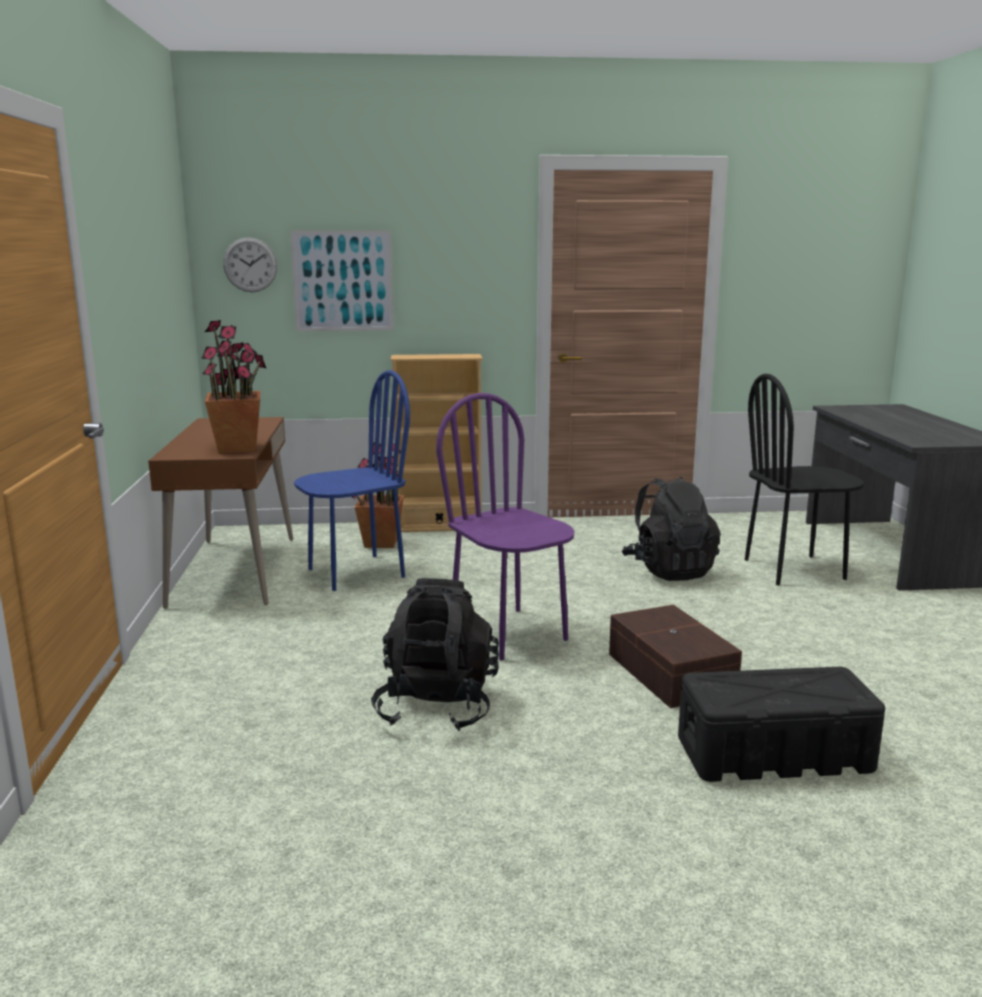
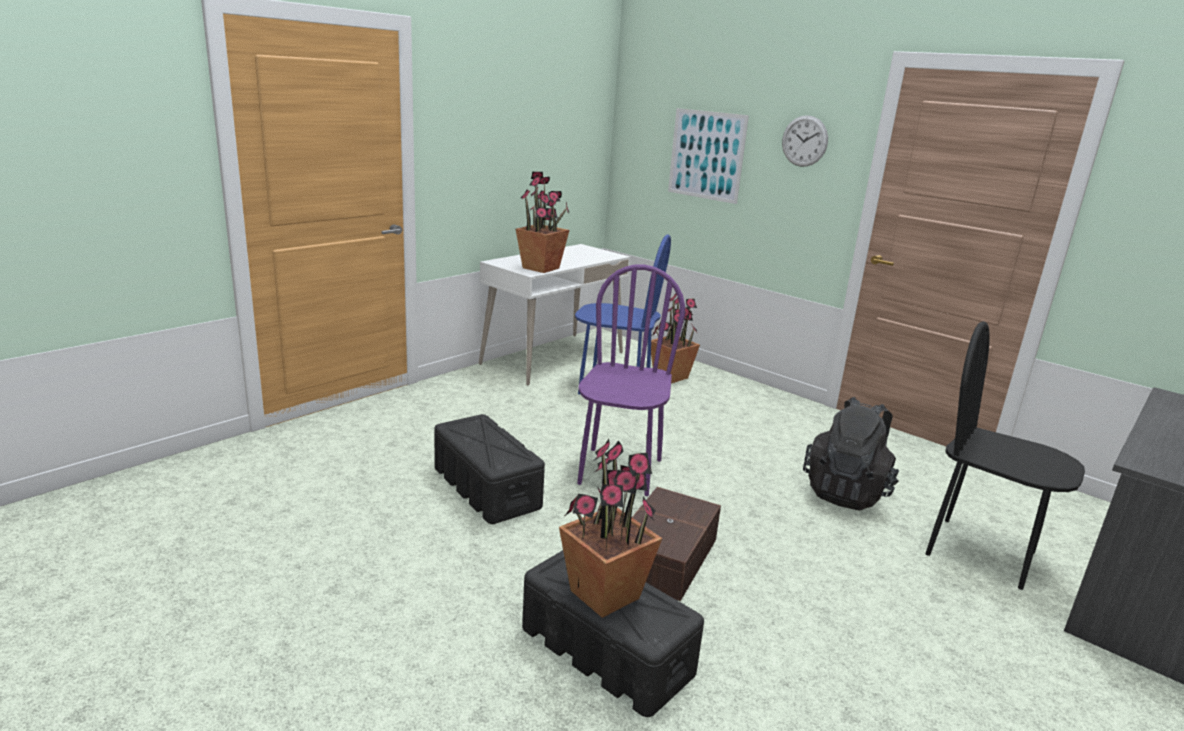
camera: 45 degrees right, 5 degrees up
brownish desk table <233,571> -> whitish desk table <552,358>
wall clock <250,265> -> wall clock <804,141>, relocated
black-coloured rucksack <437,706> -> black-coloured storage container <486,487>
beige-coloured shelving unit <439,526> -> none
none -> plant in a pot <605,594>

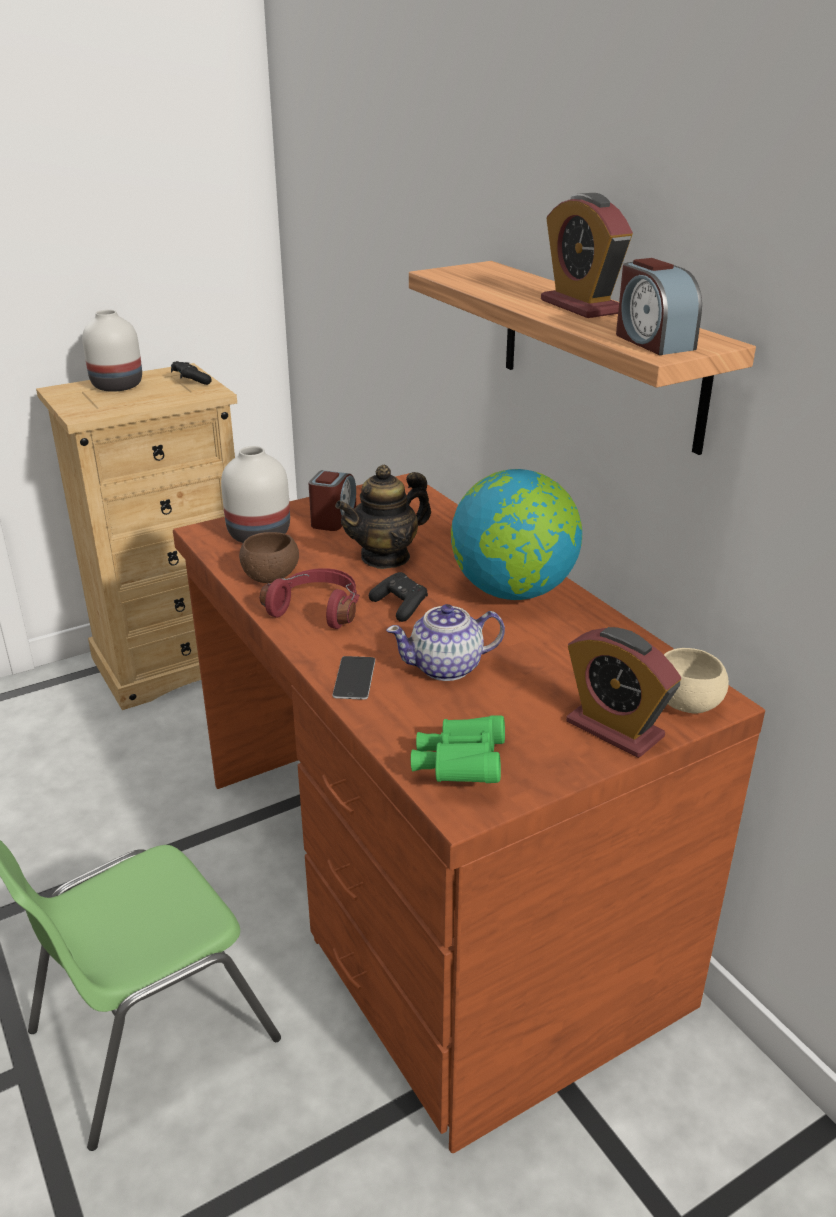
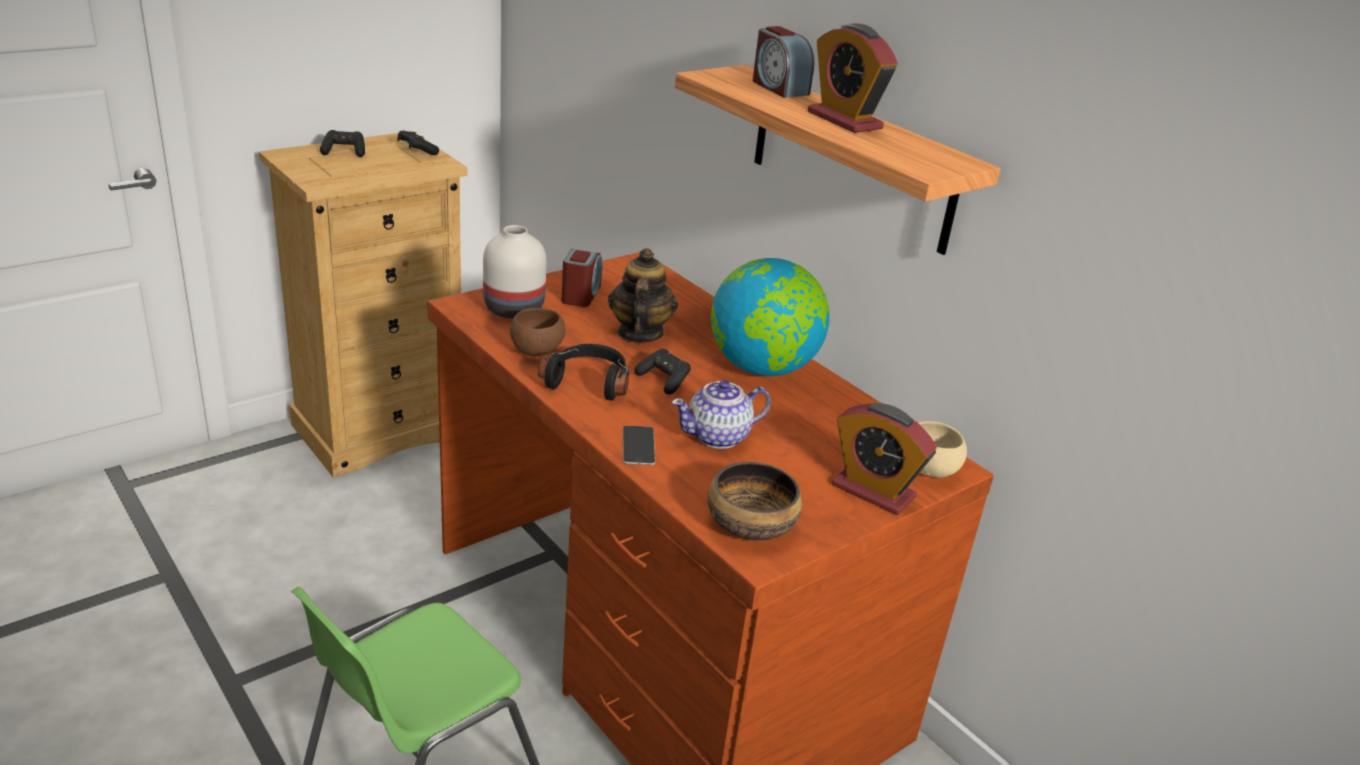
camera: 10 degrees left, 0 degrees up
whitish vase <118,385> -> black-coloured joypad <344,152>
reddish headset <318,609> -> black-coloured headset <589,381>
teapot <385,557> -> teapot <639,333>, 135 degrees clockwise
greenish pair of binoculars <460,767> -> deep dish <749,523>
bedside clock <652,341> -> bedside clock <778,87>, relocated

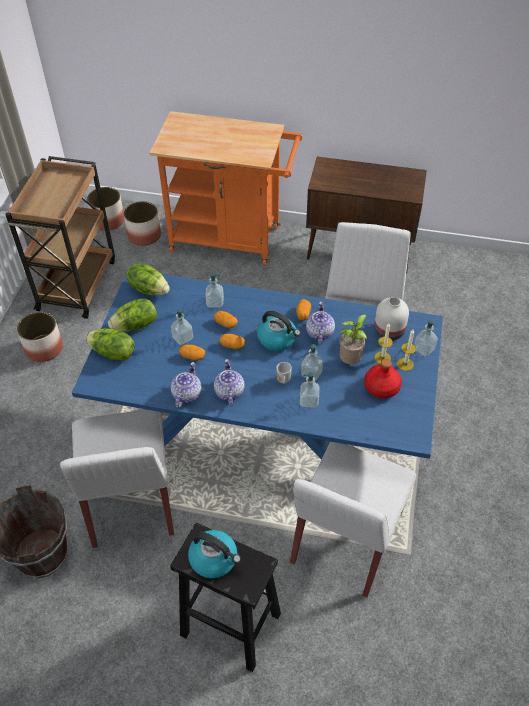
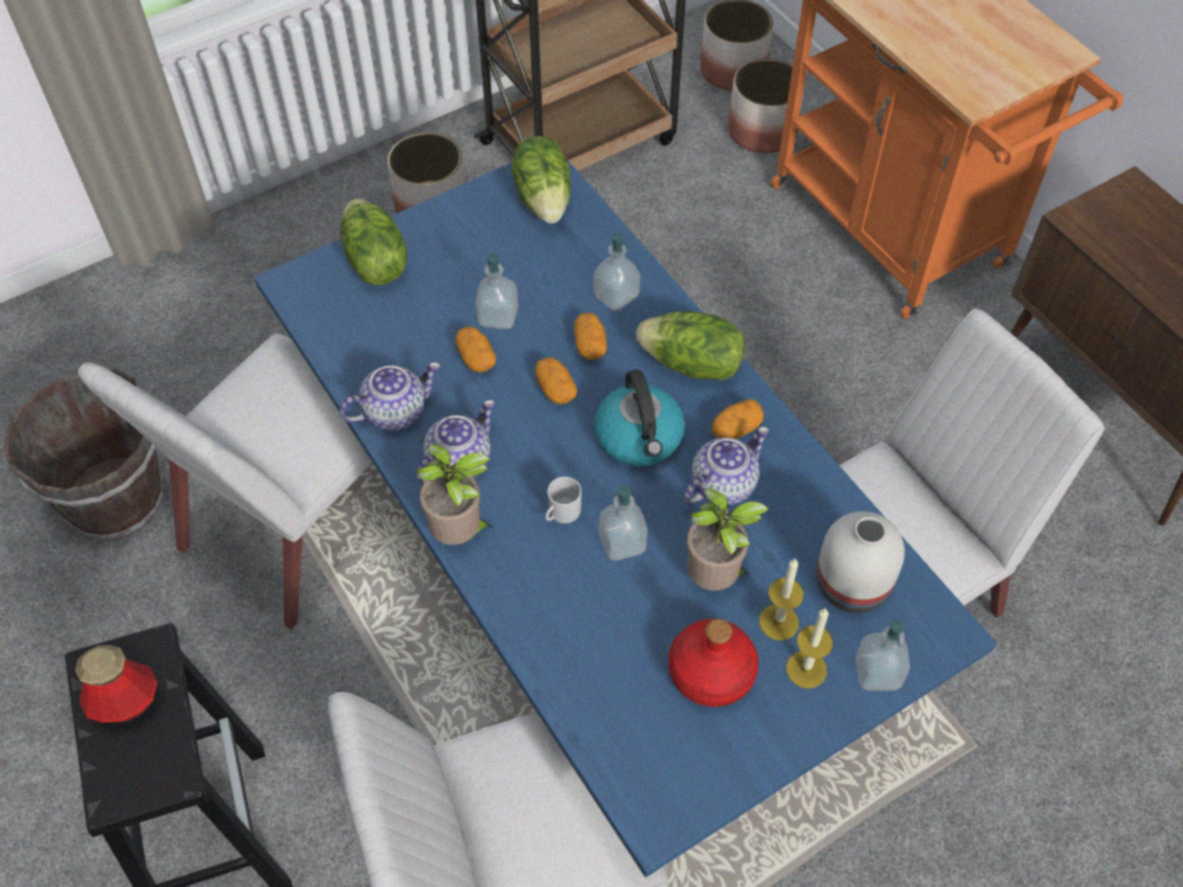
camera: 45 degrees right, 5 degrees up
head of lettuce <136,325> -> head of lettuce <691,365>, relocated
kettle <214,559> -> drink bottle <126,703>
liquid soap bottle <309,401> -> none
none -> plant in a pot <460,534>

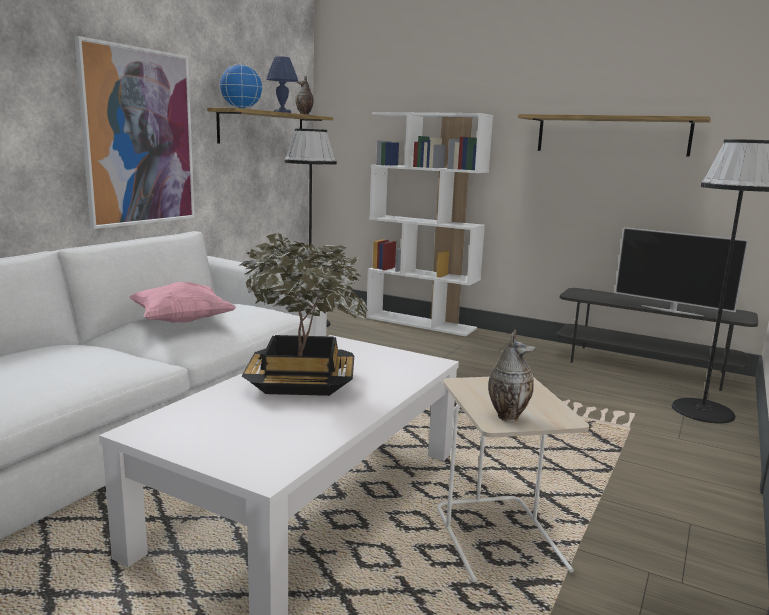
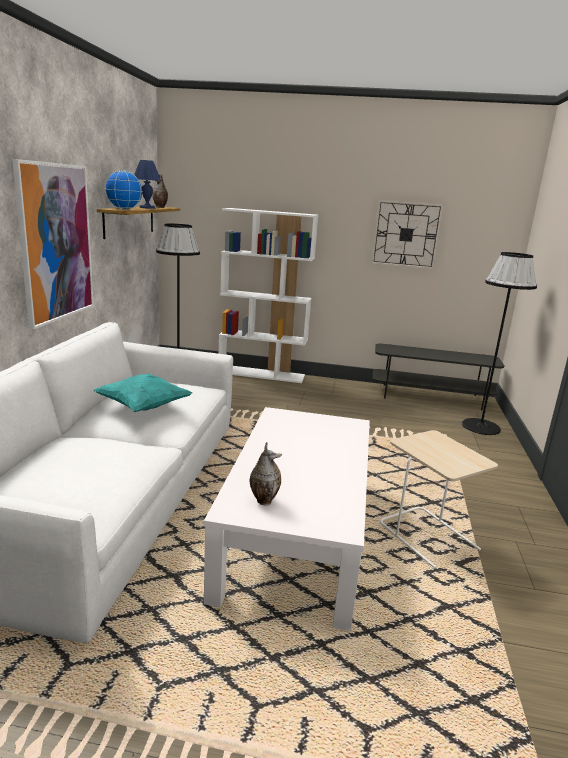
camera: 20 degrees left, 5 degrees up
pinkish cushion <182,321> -> turquoise-coloured cushion <143,407>
plant in a pot <300,383> -> none
vase <507,416> -> vase <263,500>, relocated
wall shelf <612,135> -> wall clock <406,234>
TV set <671,310> -> none

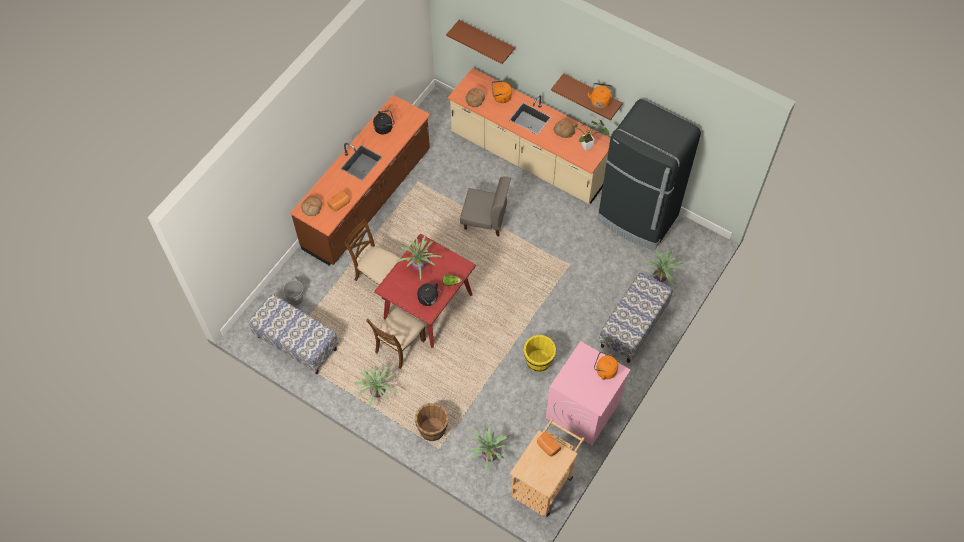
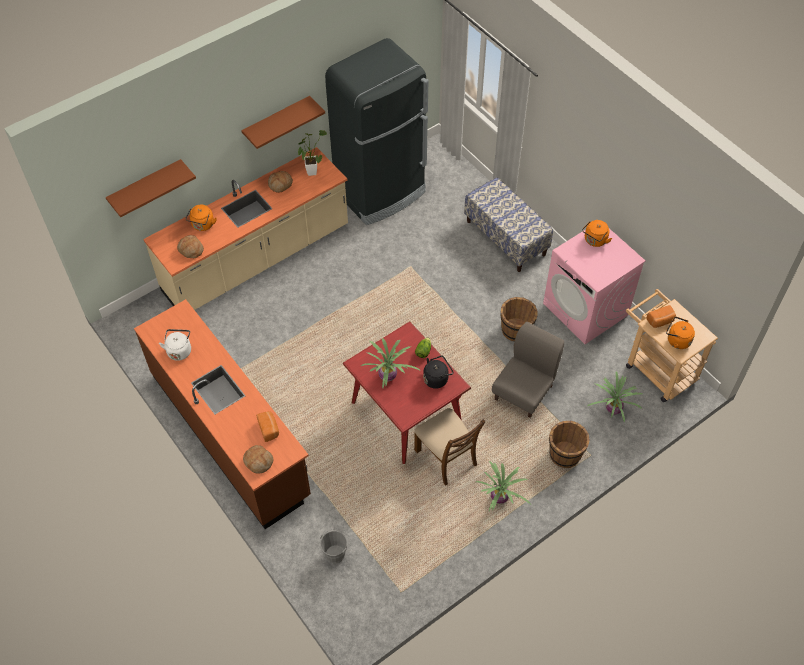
camera: 70 degrees left, 5 degrees down
bench <296,343> -> none
brownish chair <378,278> -> none
black-coloured kettle <384,127> -> whitish kettle <179,350>
greyish chair <485,220> -> greyish chair <524,392>, relocated
yellowish pail <538,361> -> brownish pail <516,330>
orangey kettle <600,101> -> orangey kettle <677,340>, relocated
plant in a pot <660,278> -> none

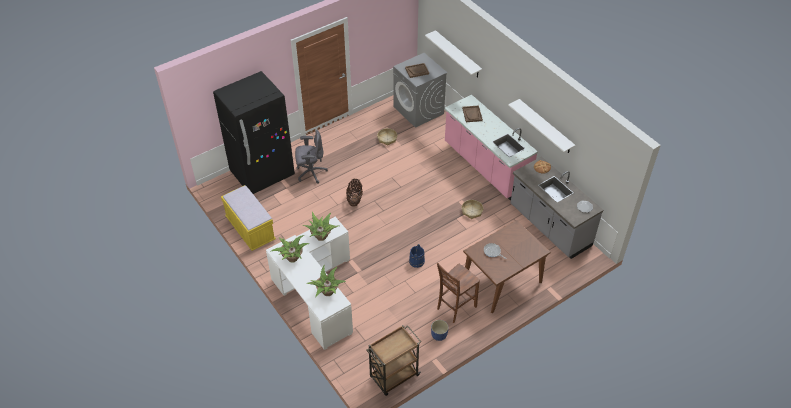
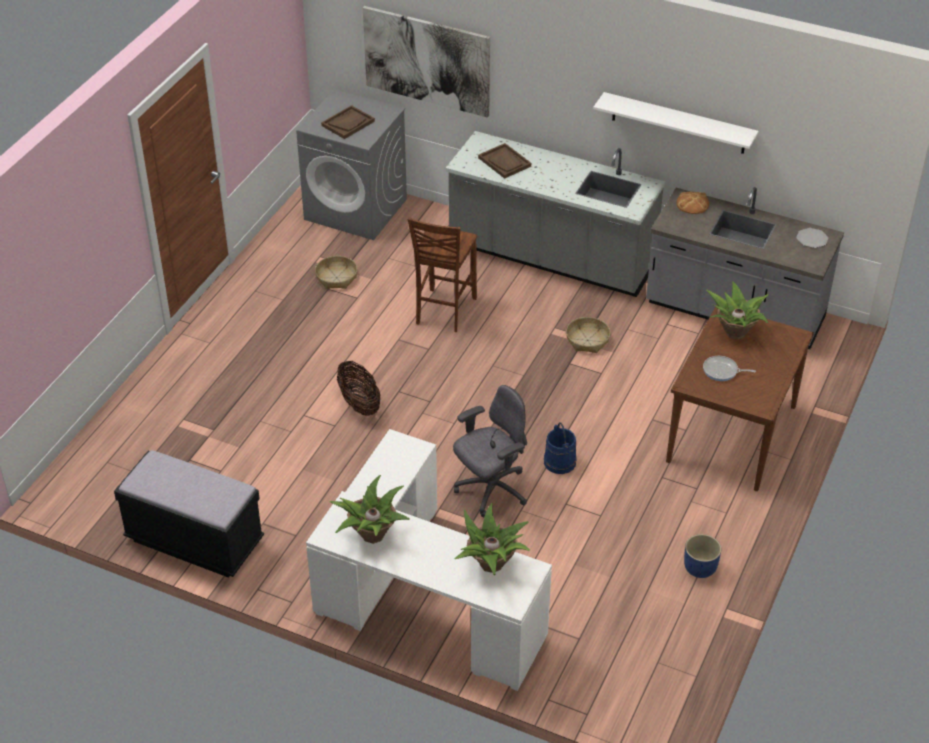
camera: 30 degrees left, 5 degrees down
black-coloured refrigerator <262,174> -> none
yellowish bench <250,229> -> black-coloured bench <194,541>
greyish office chair <310,173> -> greyish office chair <491,490>, relocated
plant in a pot <321,236> -> plant in a pot <735,332>, relocated
brownish cart <393,377> -> none
whitish wall shelf <458,54> -> wall art <427,60>
brownish chair <455,307> -> brownish chair <444,311>, relocated
pinkish kitchen base unit <485,166> -> greyish kitchen base unit <550,259>

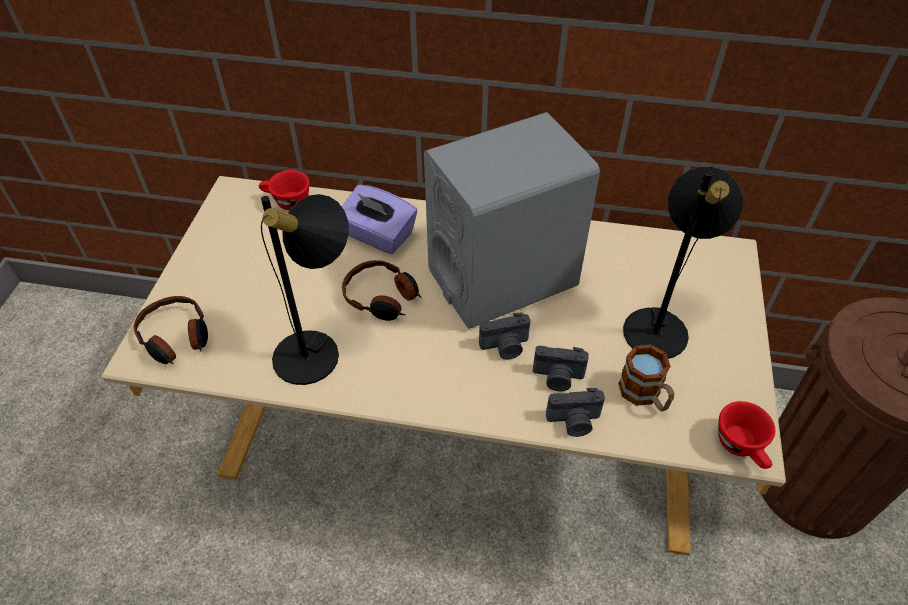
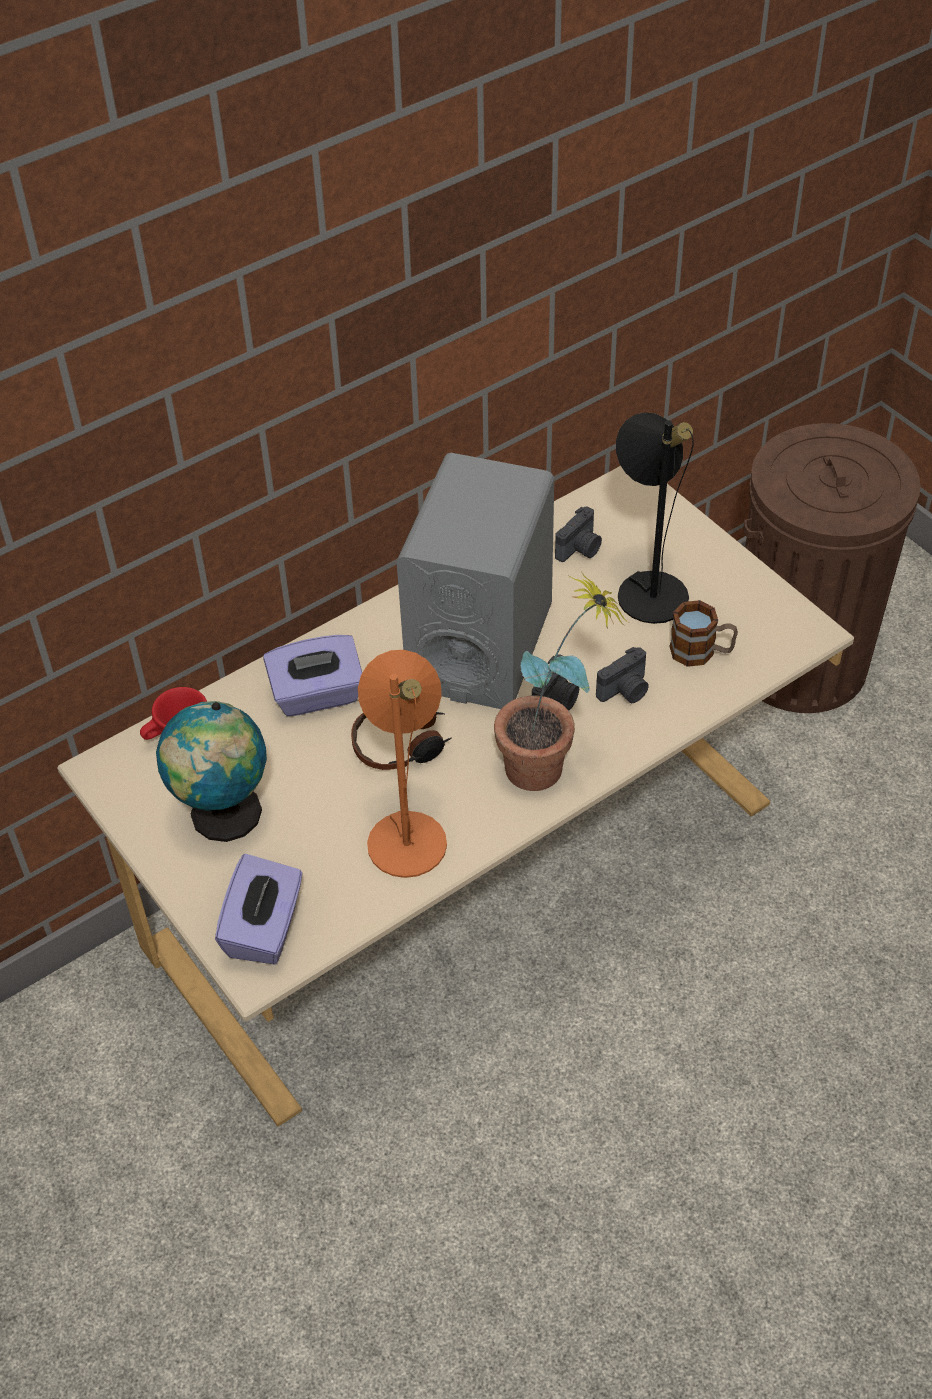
camera: 45 degrees left, 0 degrees up
headset <176,337> -> purple-coloured box of tissues <265,929>
black-coloured lamp for a table <317,350> -> orangey lamp for a table <408,831>
photo camera <574,422> -> photo camera <580,549>, relocated
reddish drinking cup <742,448> -> none
none -> world globe <224,817>
none -> plant in a pot <552,764>

